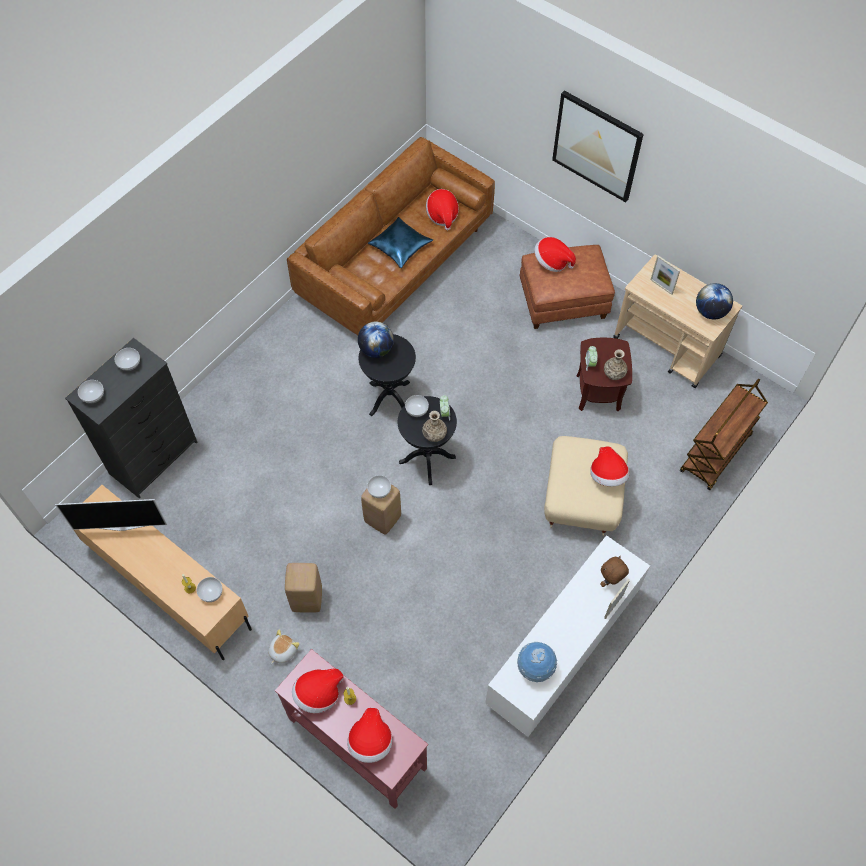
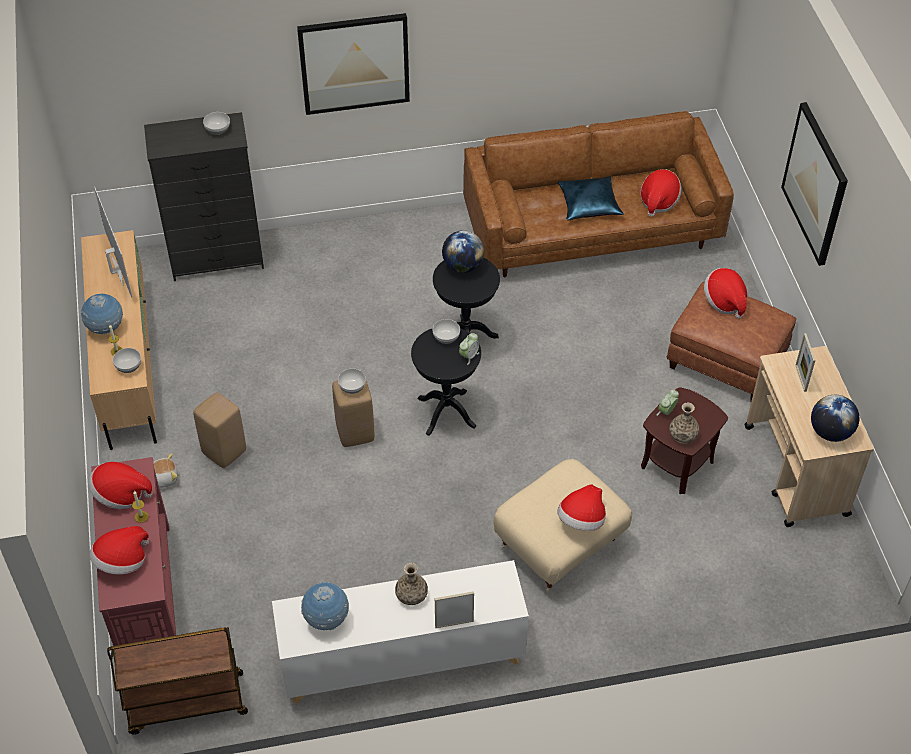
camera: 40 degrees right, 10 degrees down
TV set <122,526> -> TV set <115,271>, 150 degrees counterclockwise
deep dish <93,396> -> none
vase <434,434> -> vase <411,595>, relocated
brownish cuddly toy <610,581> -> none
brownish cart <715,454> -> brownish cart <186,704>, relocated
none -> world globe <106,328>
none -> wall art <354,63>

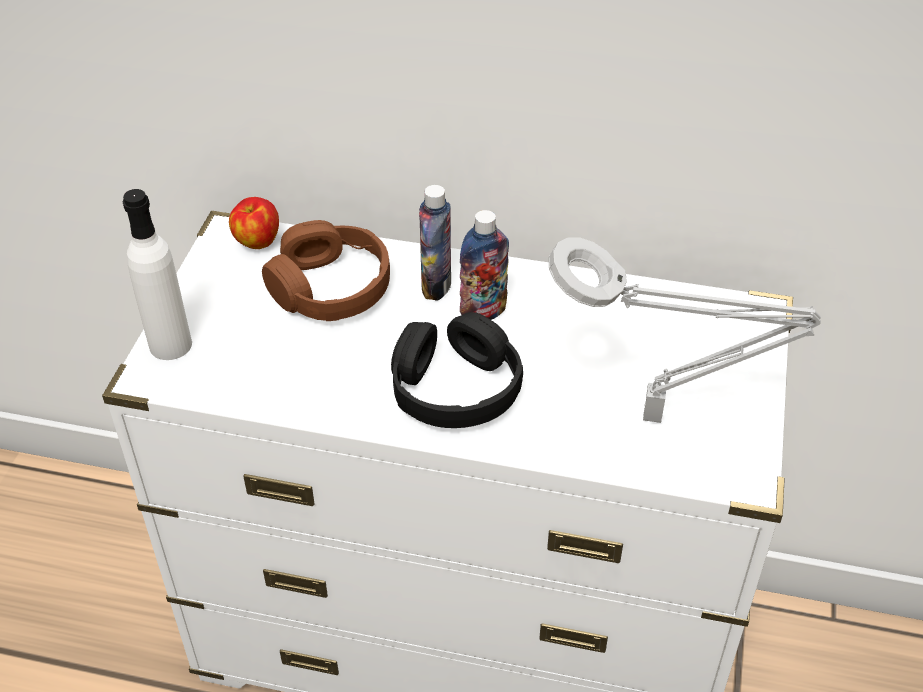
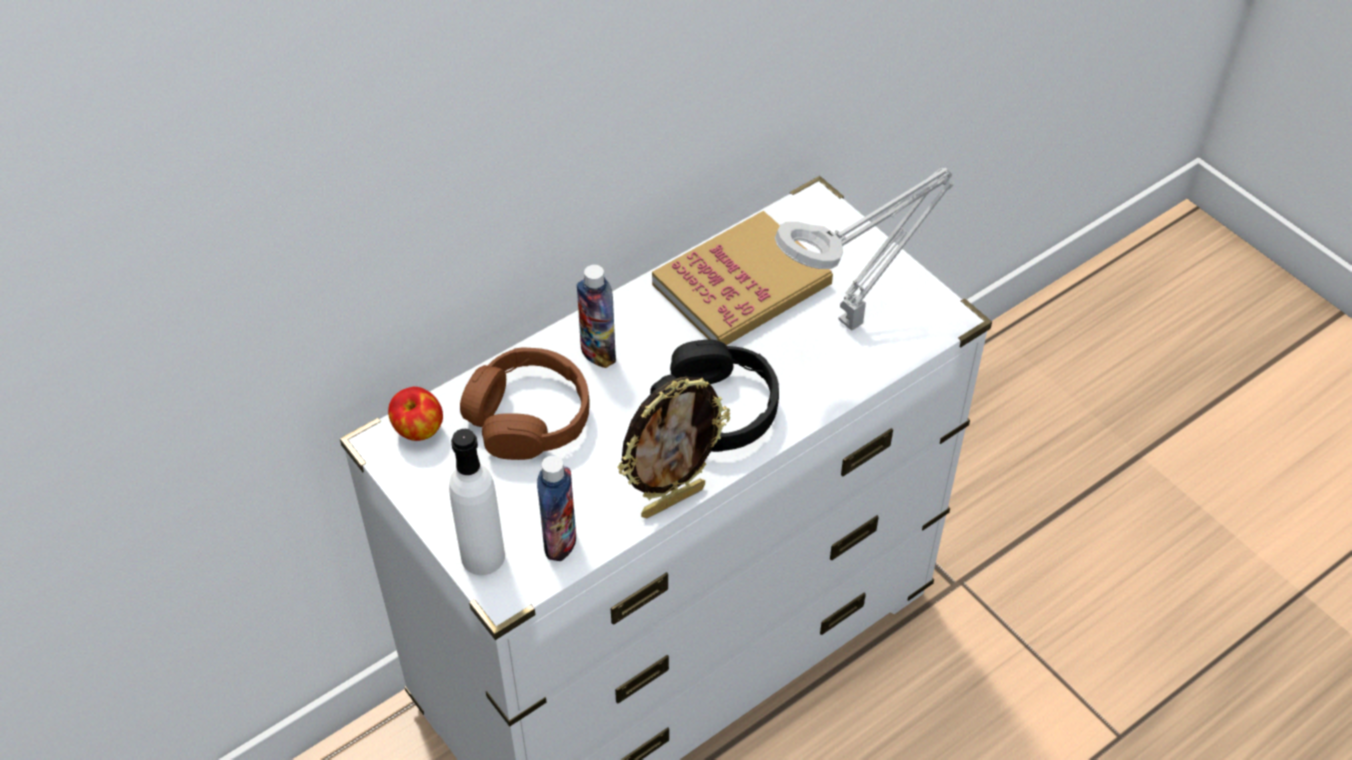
camera: 50 degrees left, 5 degrees up
drink bottle <483,312> -> drink bottle <560,541>, relocated
none -> photo frame <672,500>
none -> book <741,285>

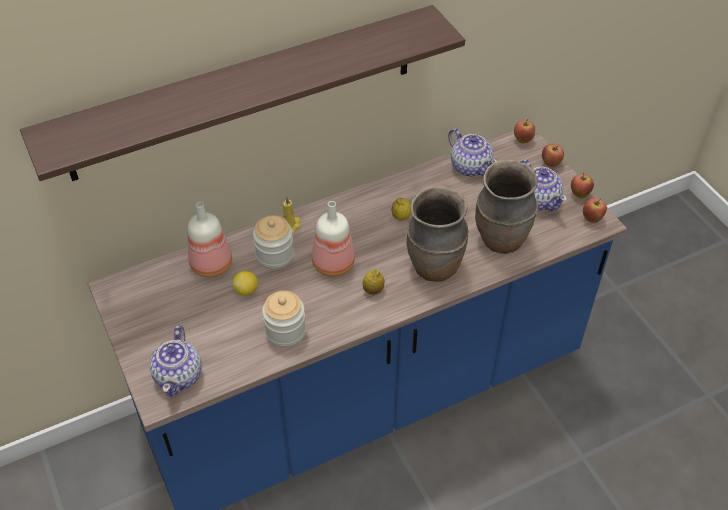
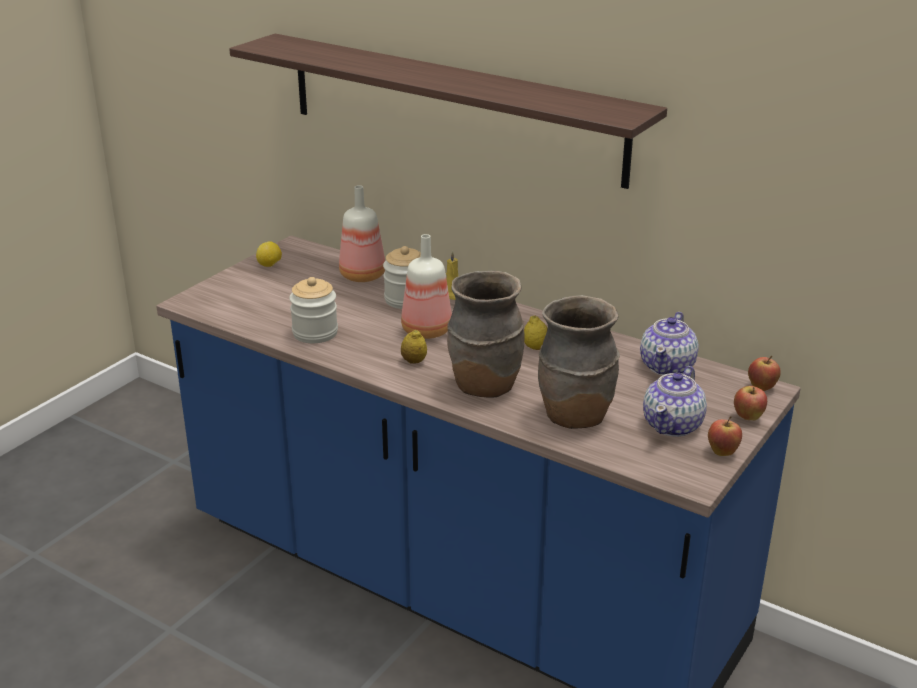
camera: 60 degrees right, 20 degrees down
teapot <179,375> -> none
lemon <246,290> -> lemon <270,266>, relocated
apple fruit <592,219> -> none

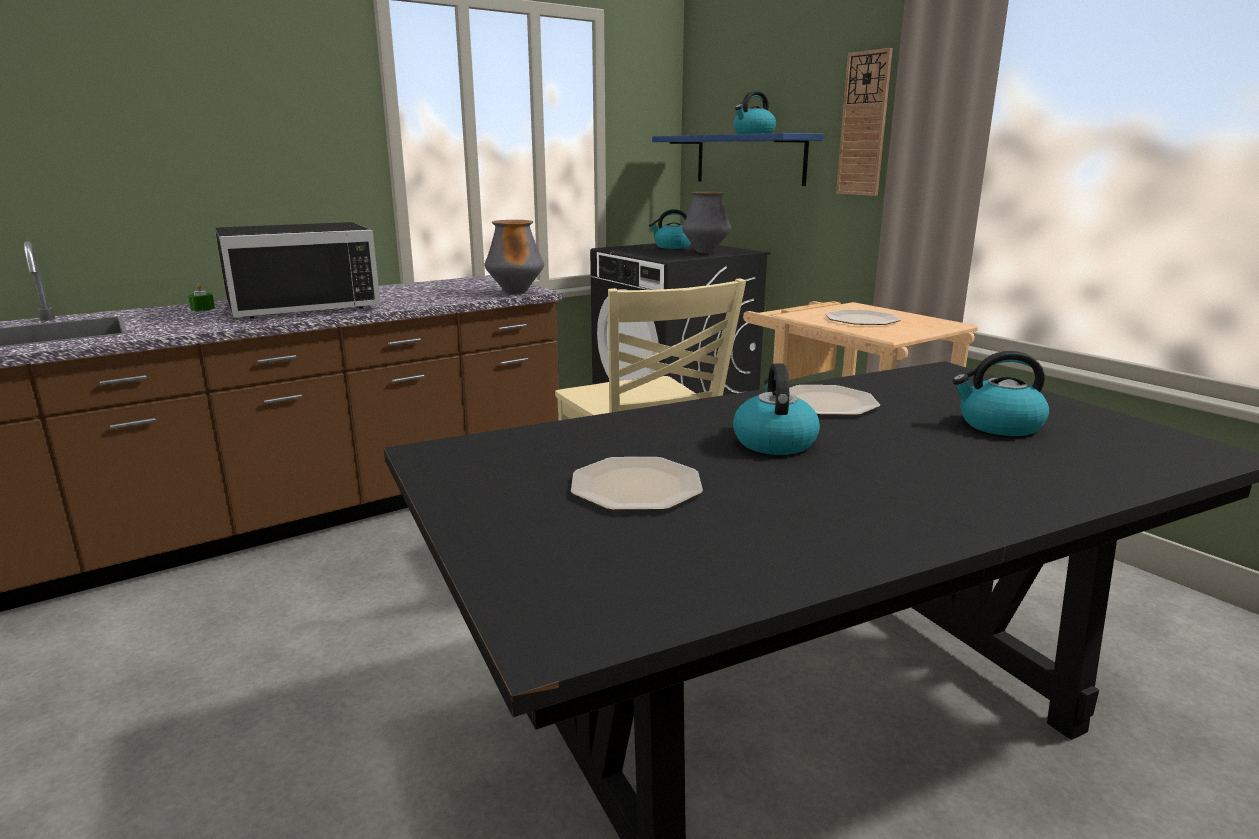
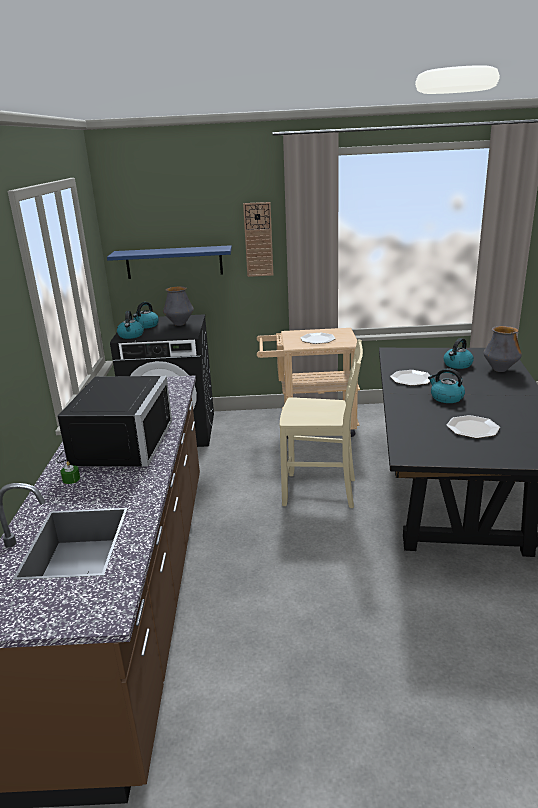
camera: 55 degrees left, 5 degrees up
vase <516,293> -> vase <500,370>, relocated
kettle <753,134> -> kettle <131,335>, relocated

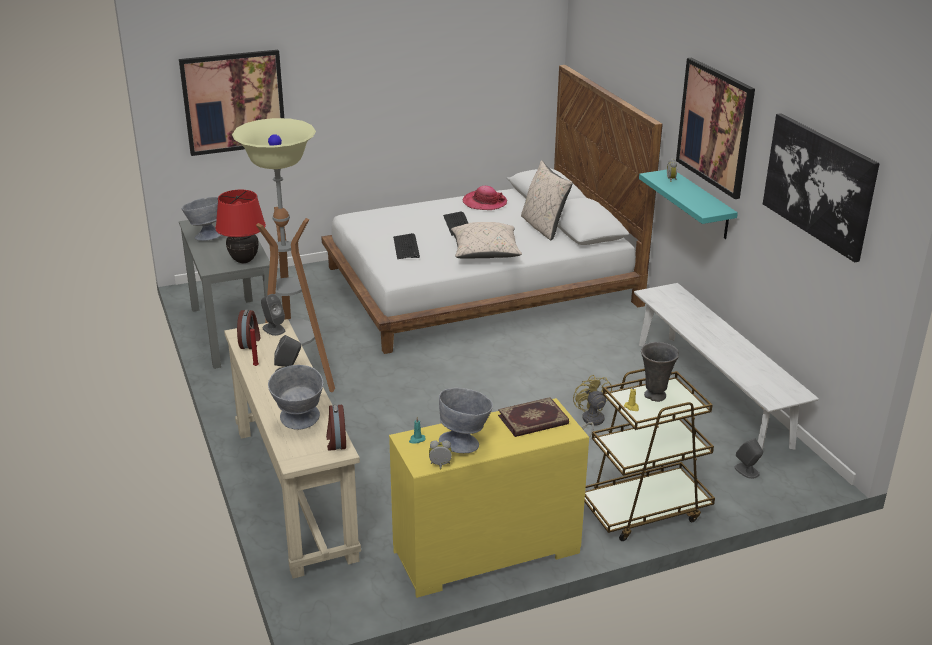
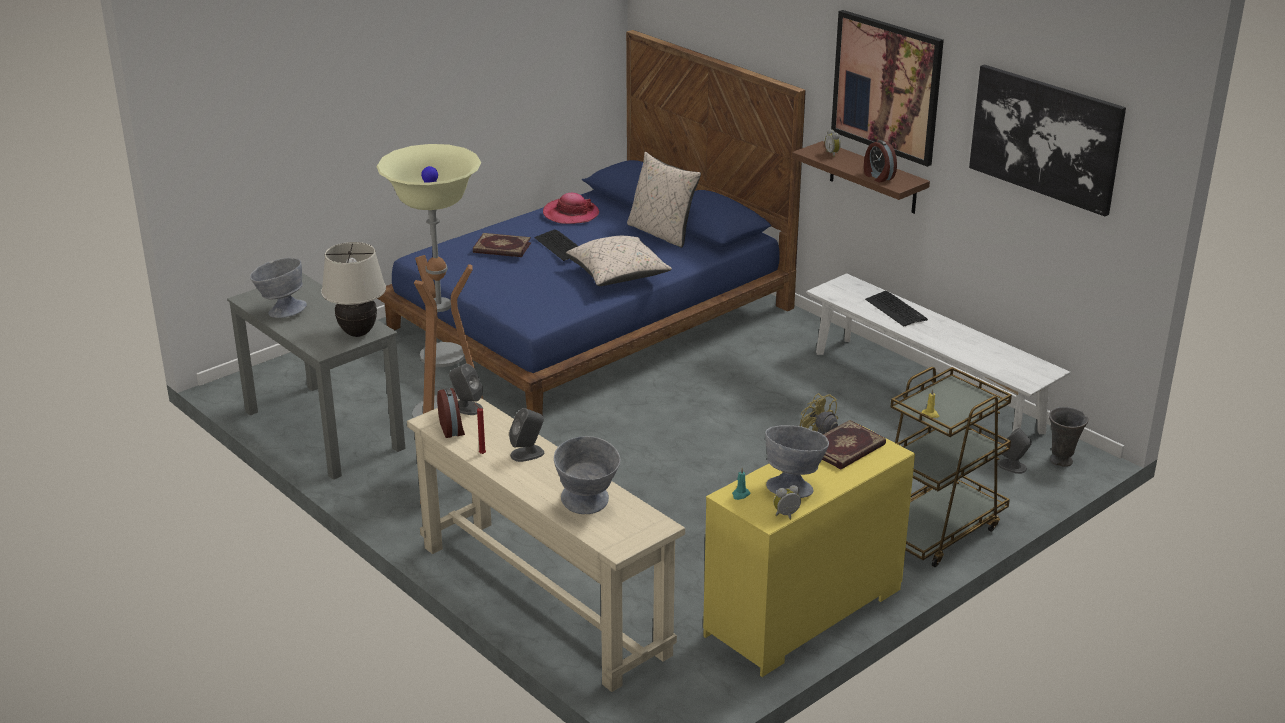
camera: 20 degrees left, 0 degrees up
wall art <233,102> -> none
reddish lamp for a table <243,260> -> beige-coloured lamp for a table <357,333>
whitish sleeping bed <479,286> -> bluish sleeping bed <589,318>
bedside clock <336,441> -> bedside clock <878,177>, relocated
computer keyboard <406,247> -> computer keyboard <896,310>, relocated
turquoise-coloured wall shelf <701,205> -> brownish wall shelf <873,178>
greyish vase <655,396> -> greyish vase <1061,461>, relocated
none -> book <502,248>

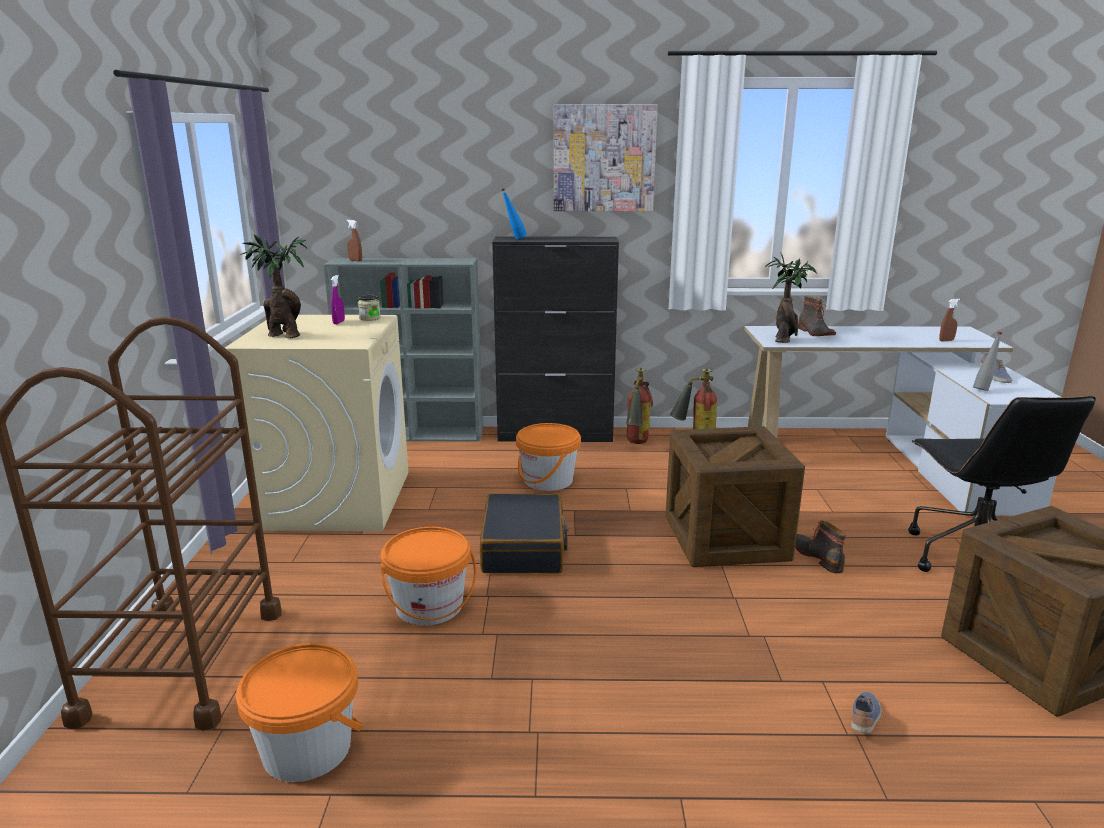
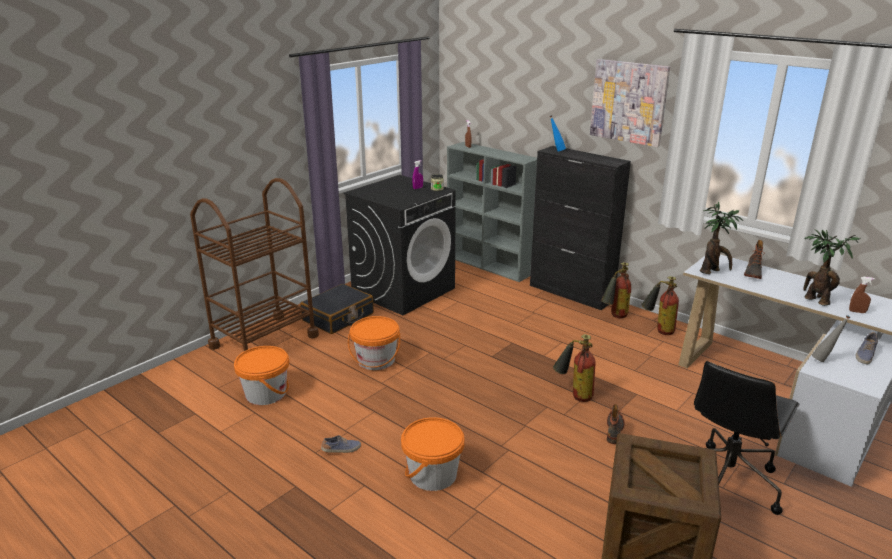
camera: 40 degrees right, 5 degrees up
beige-coloured laundry appliance <337,499> -> black-coloured laundry appliance <403,290>
plant in a pot <282,336> -> plant in a pot <815,299>, relocated
black-coloured travel case <524,548> -> black-coloured travel case <338,317>, relocated
orangey pail <548,480> -> orangey pail <433,474>, relocated
shipping crate <726,538> -> fire extinguisher <574,394>
shoe <865,719> -> shoe <341,450>, relocated

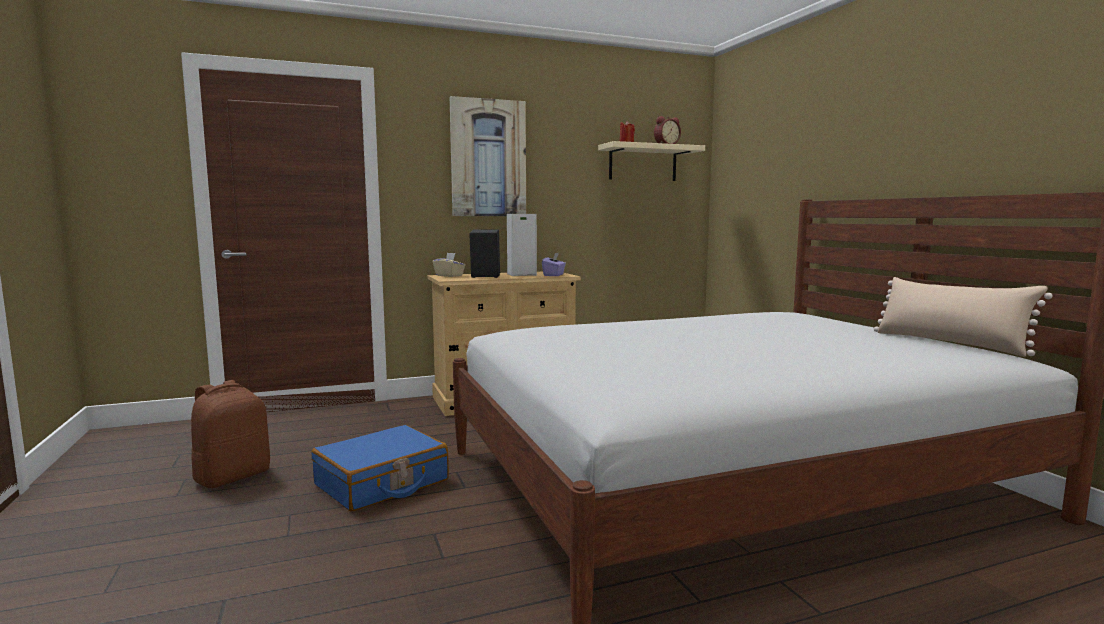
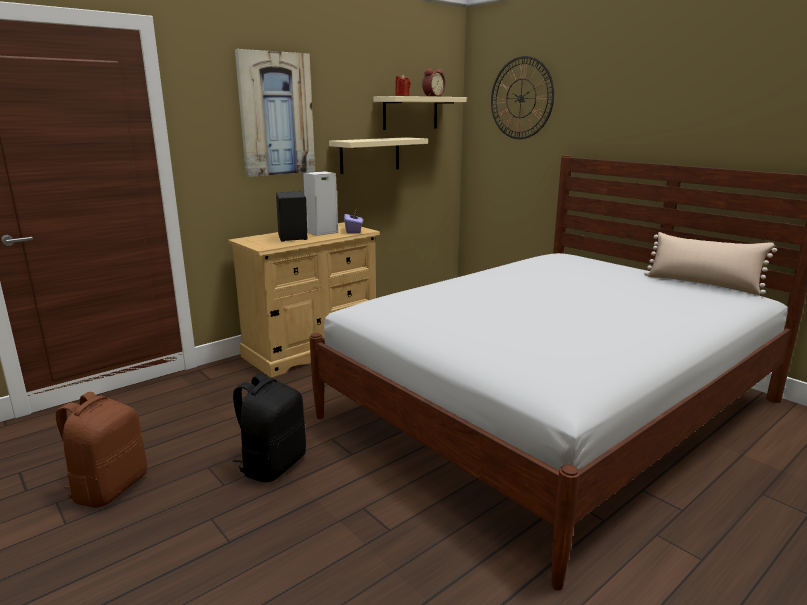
camera: 20 degrees left, 10 degrees up
bluish travel case <382,483> -> black-coloured rucksack <272,465>
beige-coloured box of tissues <449,275> -> none
none -> beige-coloured wall shelf <370,155>
none -> wall clock <521,98>

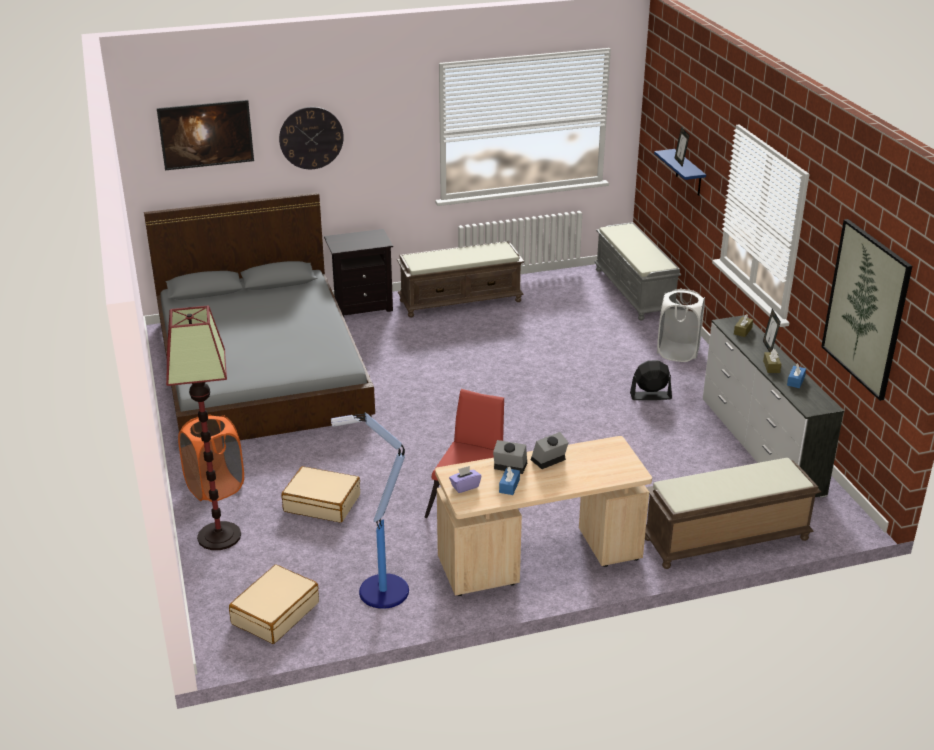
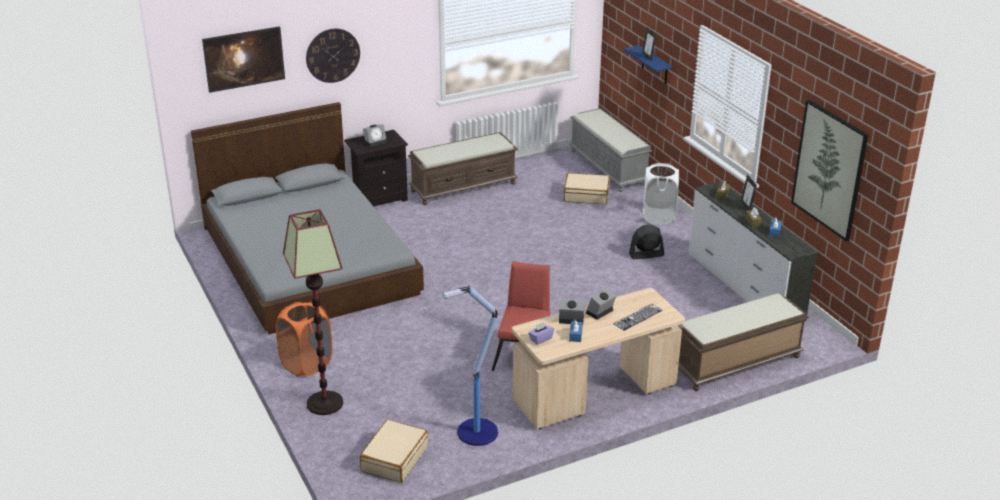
camera: 10 degrees left, 0 degrees up
beige-coloured travel case <322,503> -> beige-coloured travel case <586,195>, relocated
none -> bedside clock <375,142>
none -> computer keyboard <638,317>

